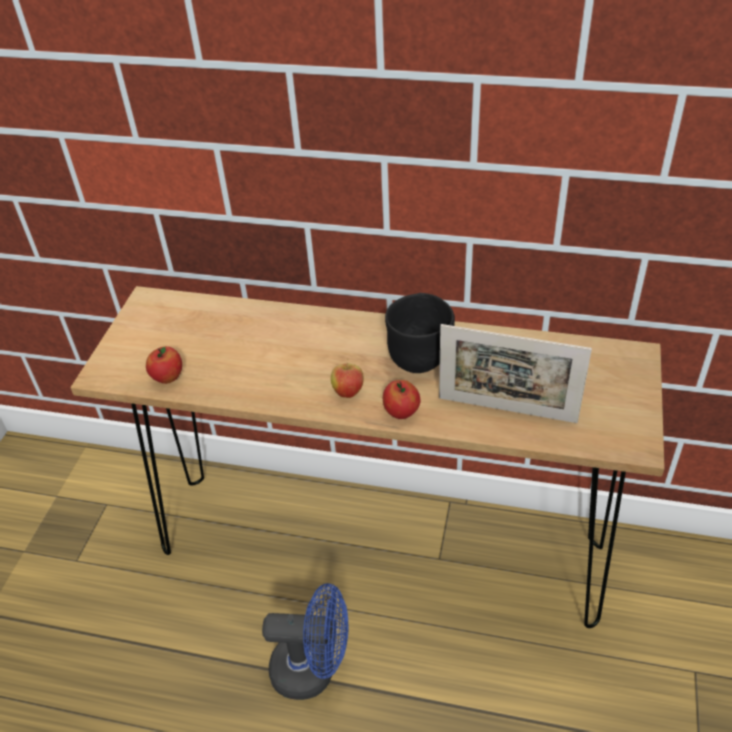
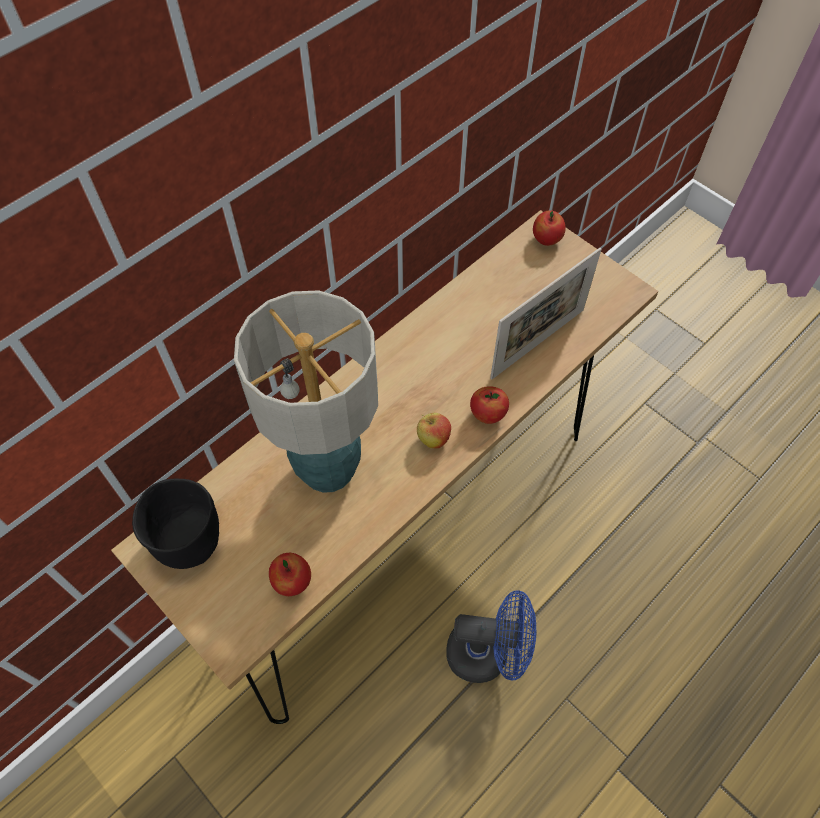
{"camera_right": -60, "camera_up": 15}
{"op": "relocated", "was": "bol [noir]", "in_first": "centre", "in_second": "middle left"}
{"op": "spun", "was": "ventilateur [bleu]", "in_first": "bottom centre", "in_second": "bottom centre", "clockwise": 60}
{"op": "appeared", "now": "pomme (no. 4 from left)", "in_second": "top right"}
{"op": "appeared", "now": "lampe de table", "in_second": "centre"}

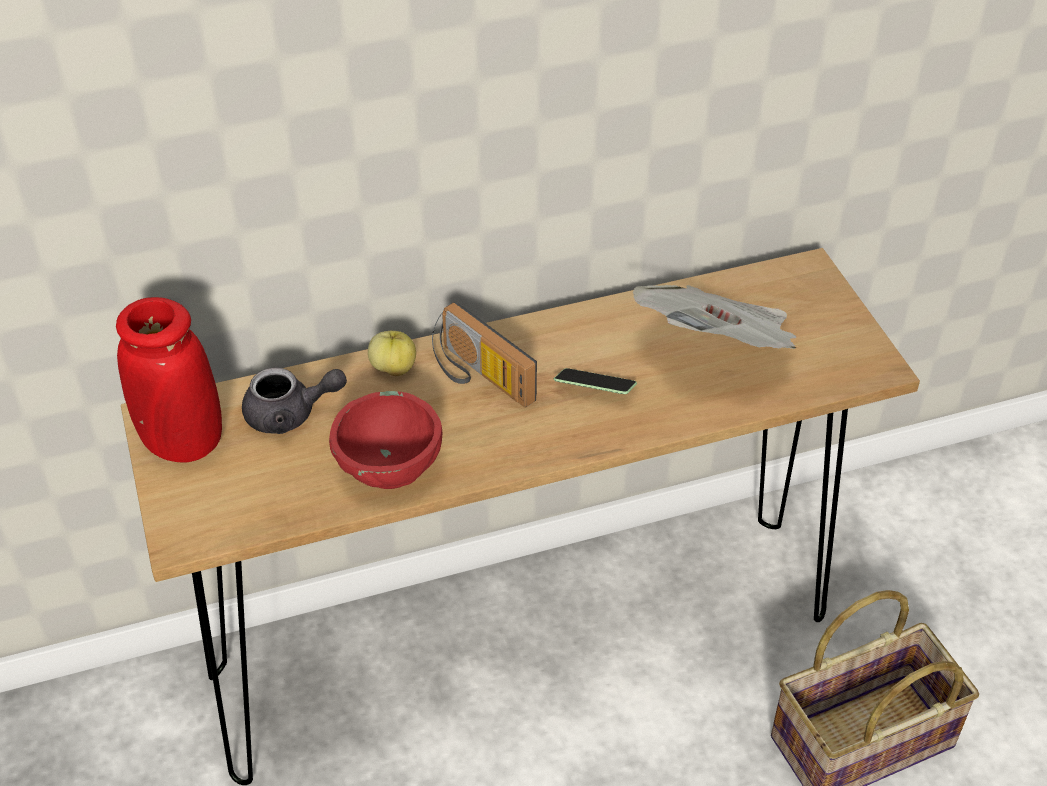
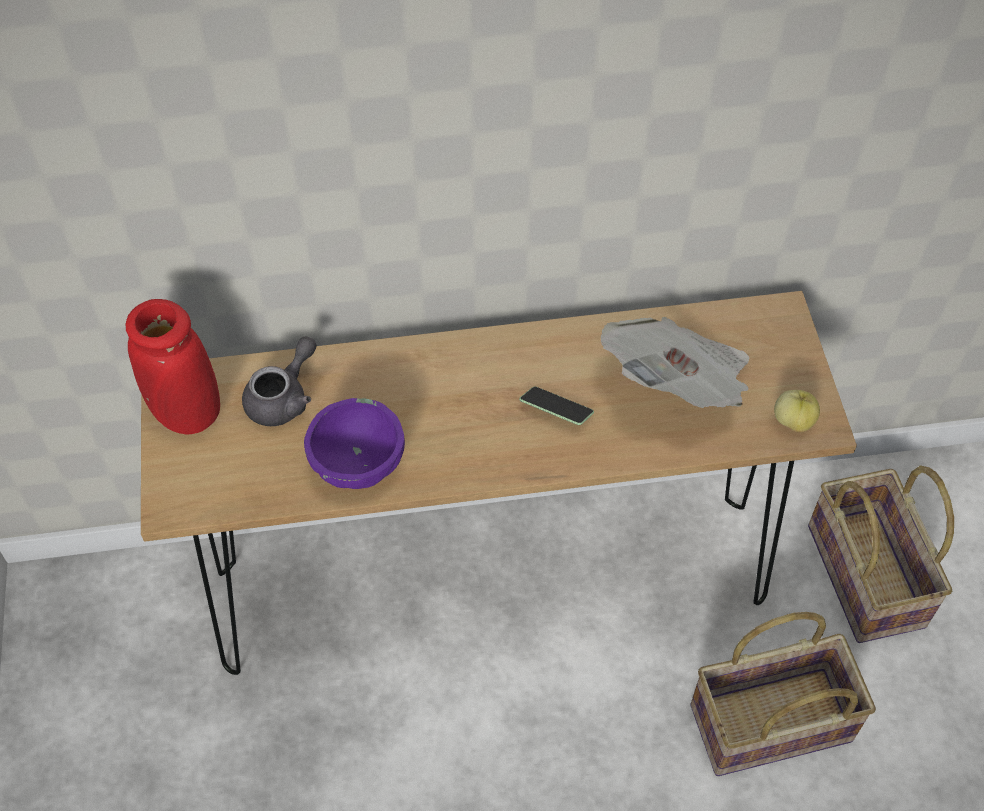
{"camera_right": 10, "camera_up": 10}
{"op": "missing", "was": "radio", "in_first": "centre"}
{"op": "relocated", "was": "pomme", "in_first": "centre", "in_second": "middle right"}
{"op": "spun", "was": "théière [gris]", "in_first": "middle left", "in_second": "middle left", "clockwise": -60}
{"op": "colour", "was": "bol [rouge]", "now": "bol [violet]", "in_first": "centre", "in_second": "centre"}
{"op": "appeared", "now": "panier (no. 2 from left)", "in_second": "bottom right"}

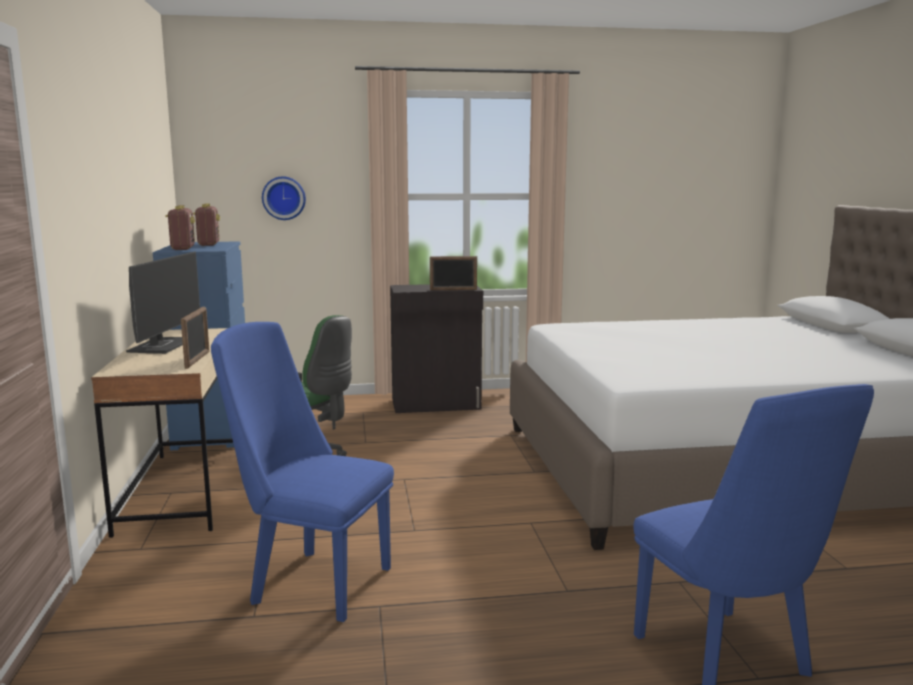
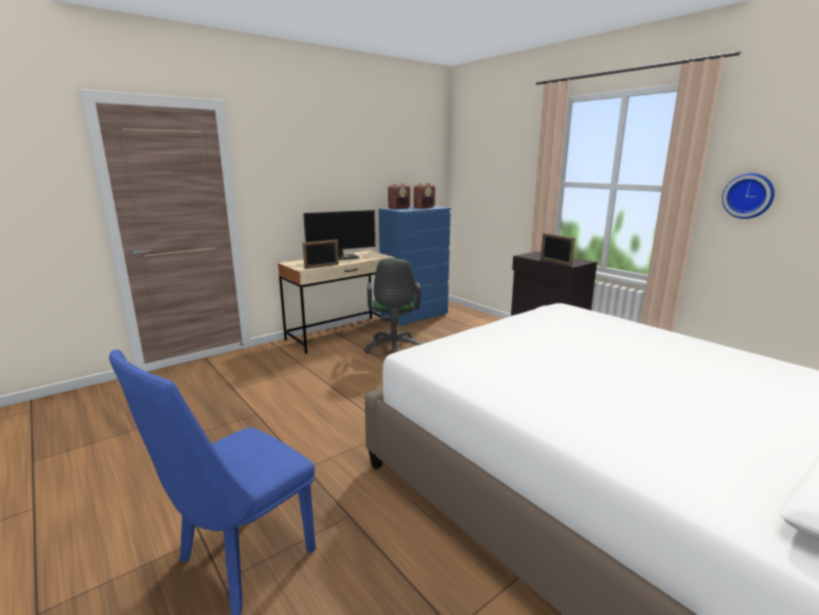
{"camera_right": 60, "camera_up": 5}
{"op": "relocated", "was": "horloge murale", "in_first": "top left", "in_second": "top right"}
{"op": "missing", "was": "chaise [bleu] (no. 1 from left)", "in_first": "bottom left"}

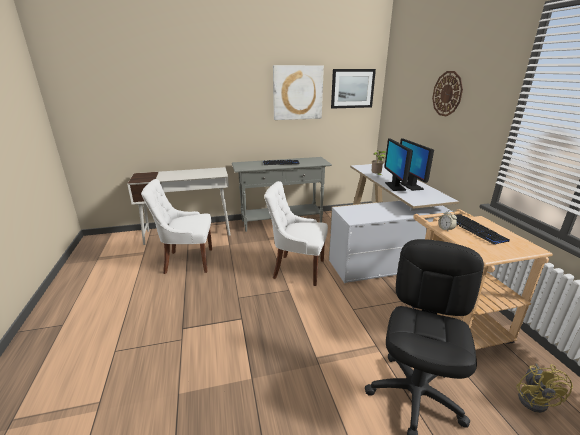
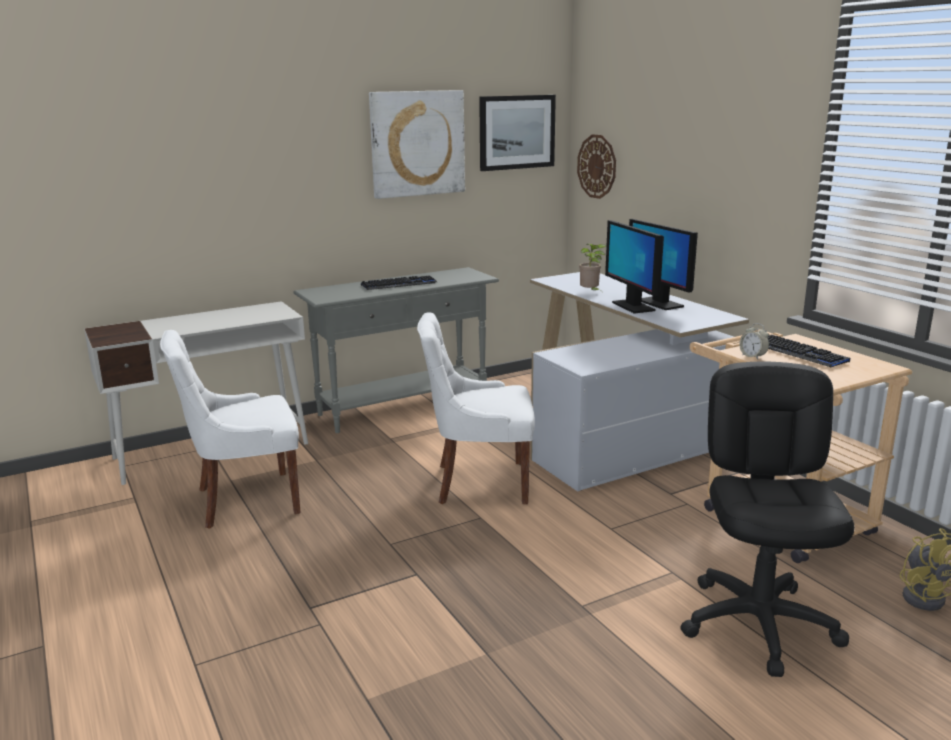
{"camera_right": -15, "camera_up": -5}
{"op": "relocated", "was": "horloge murale", "in_first": "top right", "in_second": "top centre"}

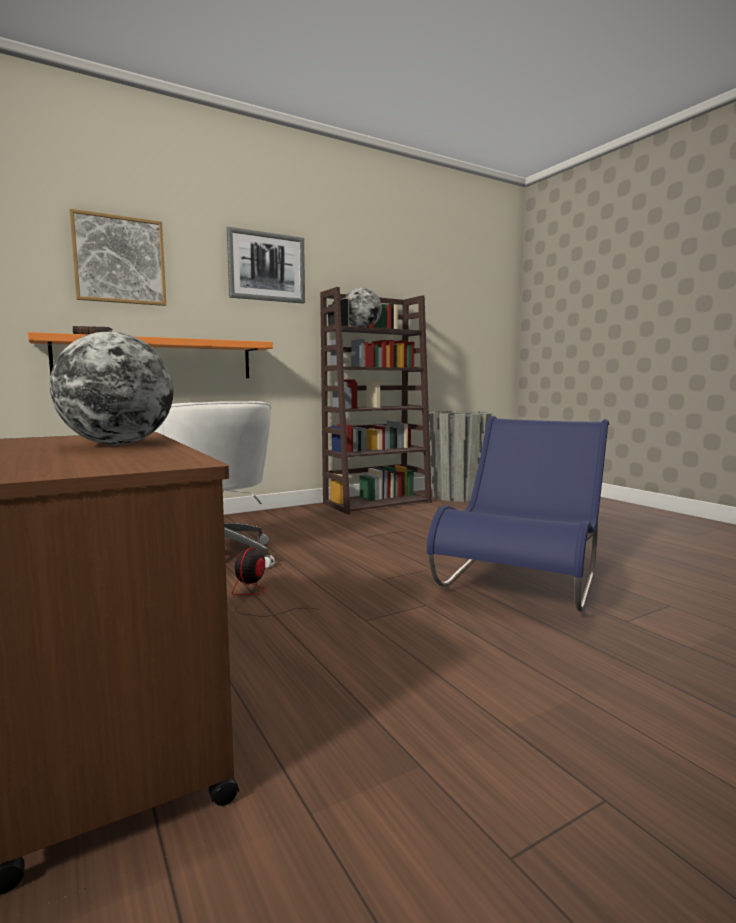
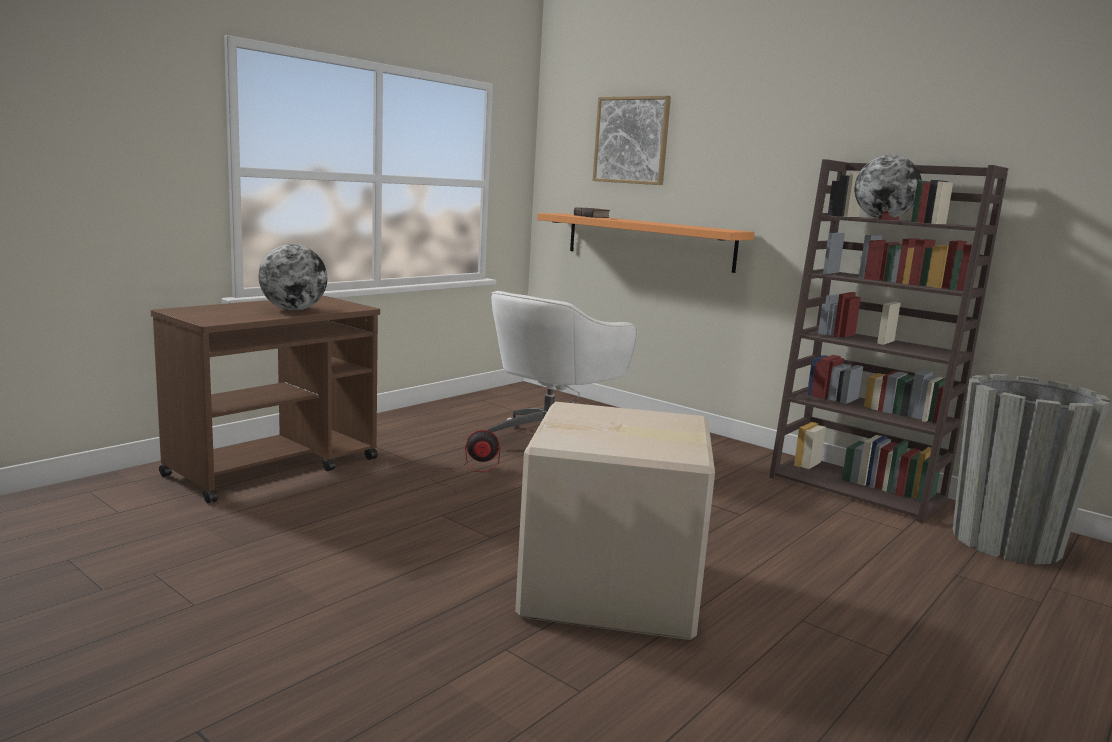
{"camera_right": 70, "camera_up": 5}
{"op": "missing", "was": "tableau (no. 2 from left)", "in_first": "top centre"}
{"op": "exchanged", "was": "chaise [bleu]", "now": "carton", "in_first": "middle right", "in_second": "bottom centre"}

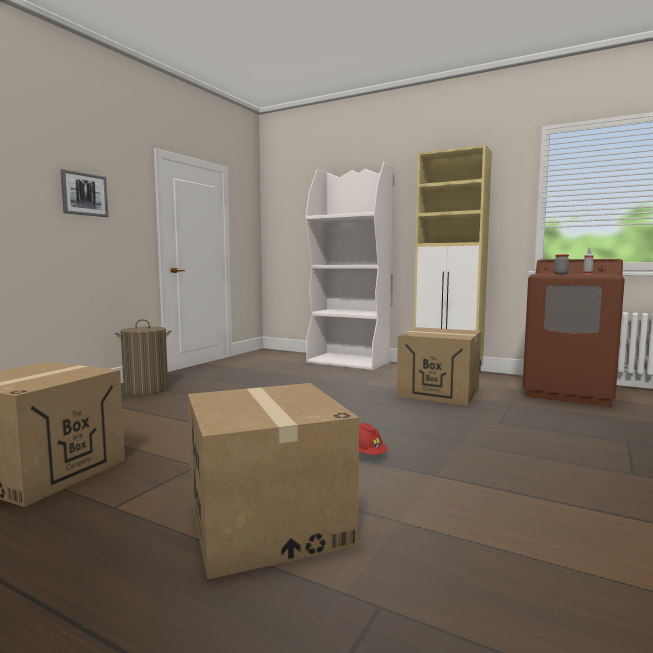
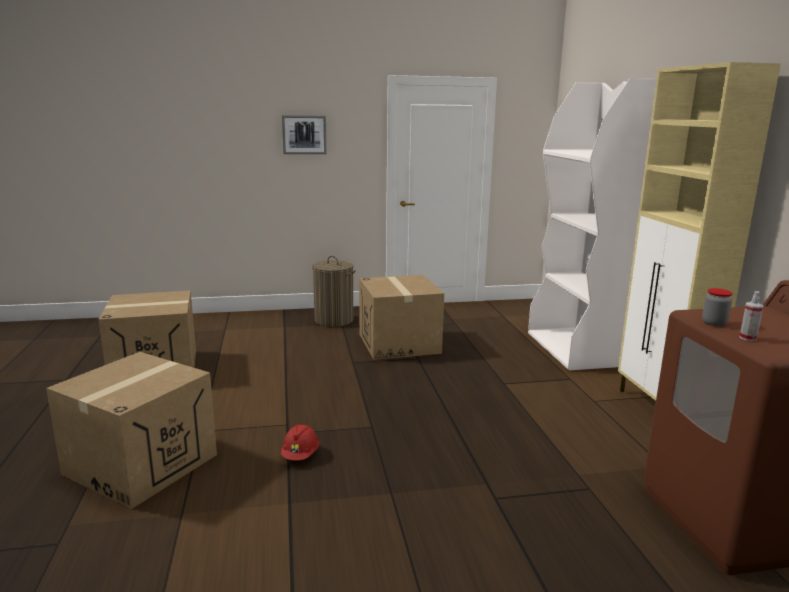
{"camera_right": 50, "camera_up": 10}
{"op": "relocated", "was": "carton (no. 3 from left)", "in_first": "middle right", "in_second": "centre"}

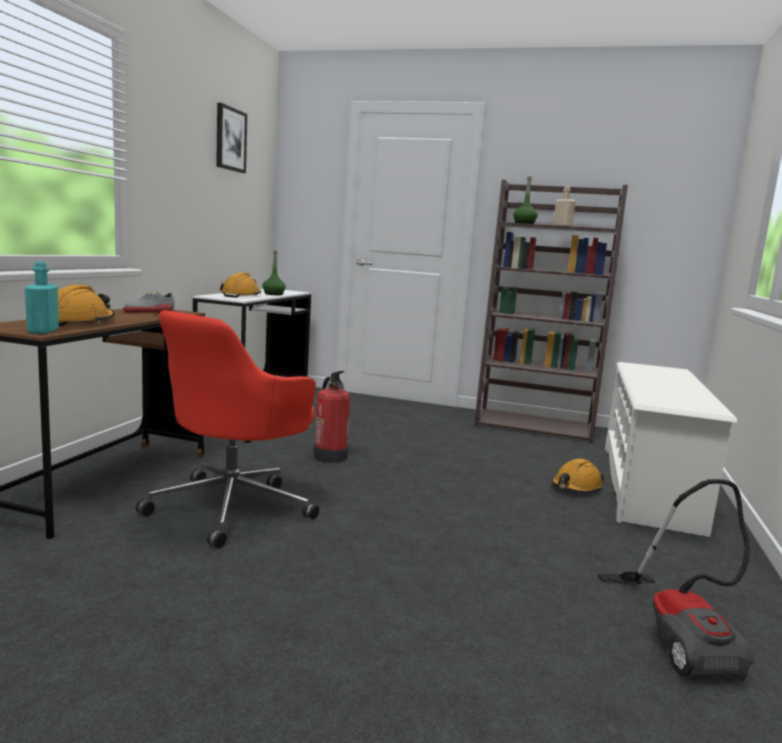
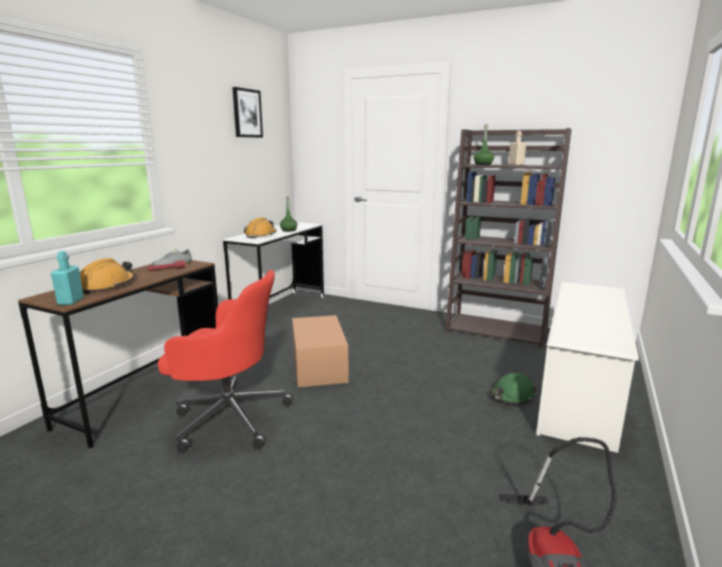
{"camera_right": 10, "camera_up": 5}
{"op": "spun", "was": "chaise de bureau [rouge]", "in_first": "middle left", "in_second": "middle left", "clockwise": -120}
{"op": "exchanged", "was": "extincteur", "now": "carton", "in_first": "centre", "in_second": "centre"}
{"op": "colour", "was": "casque de chantier [orange] (no. 3 from left)", "now": "casque de chantier [vert]", "in_first": "middle right", "in_second": "bottom right"}

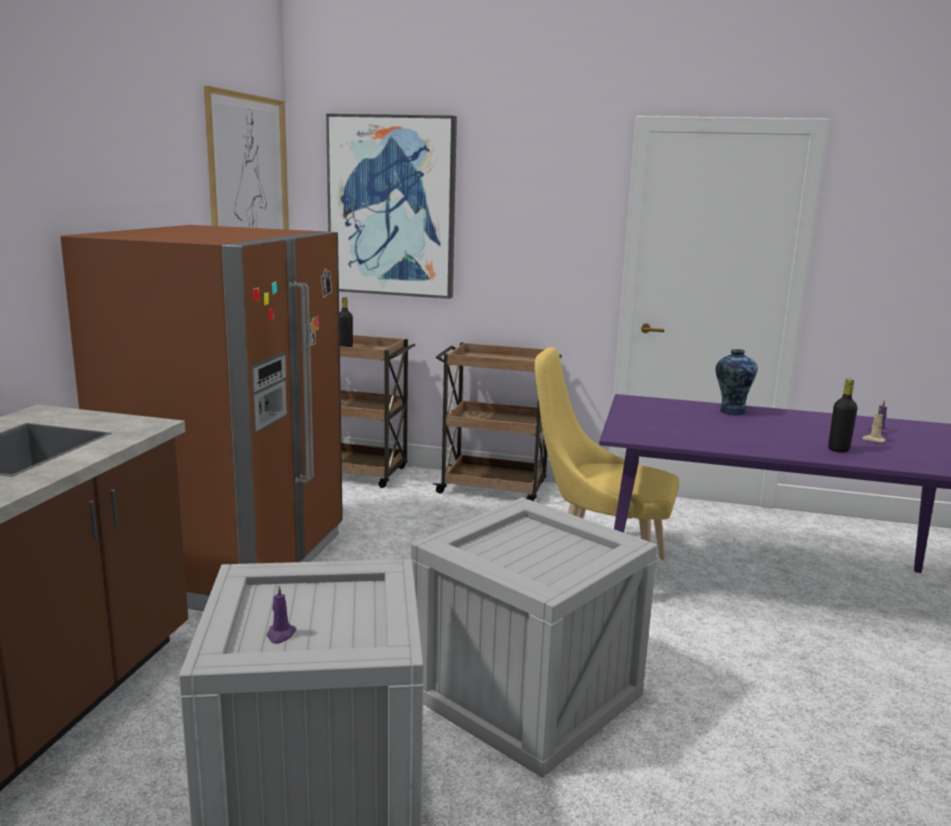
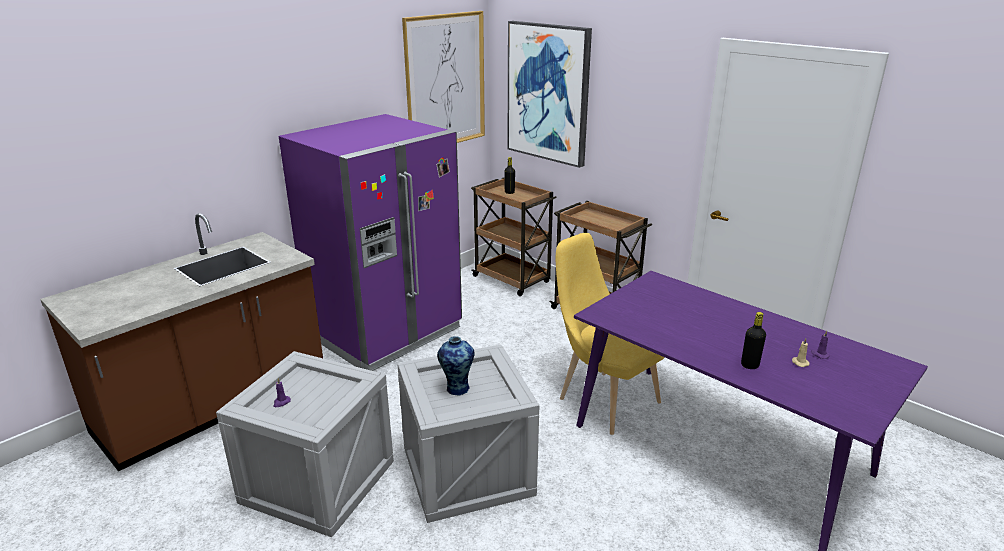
{"camera_right": 30, "camera_up": 10}
{"op": "colour", "was": "réfrigérateur [marron]", "now": "réfrigérateur [violet]", "in_first": "middle left", "in_second": "centre"}
{"op": "relocated", "was": "vase", "in_first": "middle right", "in_second": "centre"}

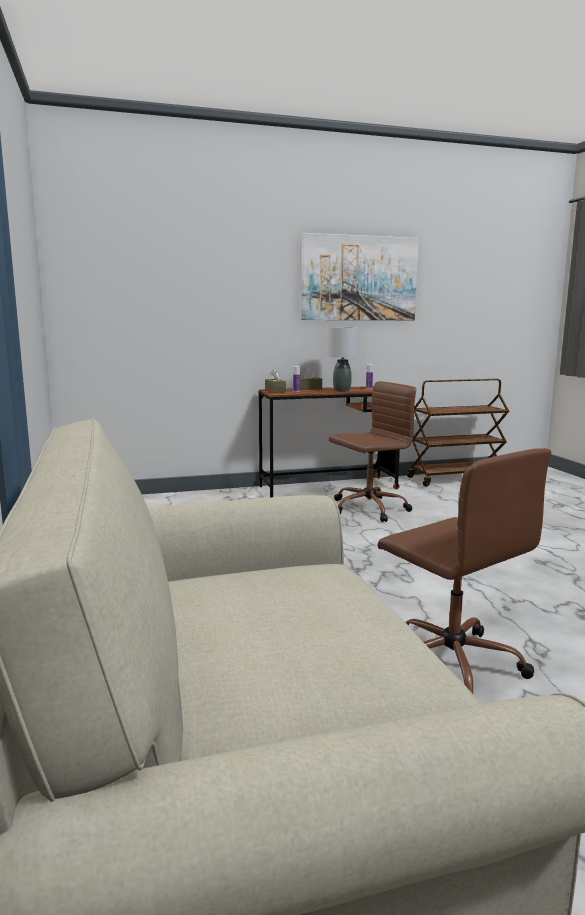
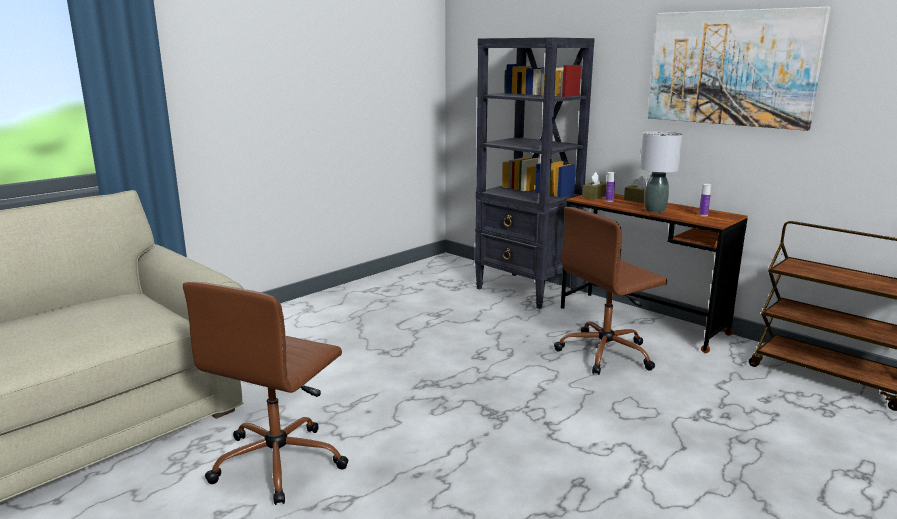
{"camera_right": 60, "camera_up": 5}
{"op": "spun", "was": "chaise de bureau [marron] (no. 1 from left in the first image)", "in_first": "centre", "in_second": "middle right", "clockwise": 120}
{"op": "appeared", "now": "bibliothèque [noir]", "in_second": "centre"}

